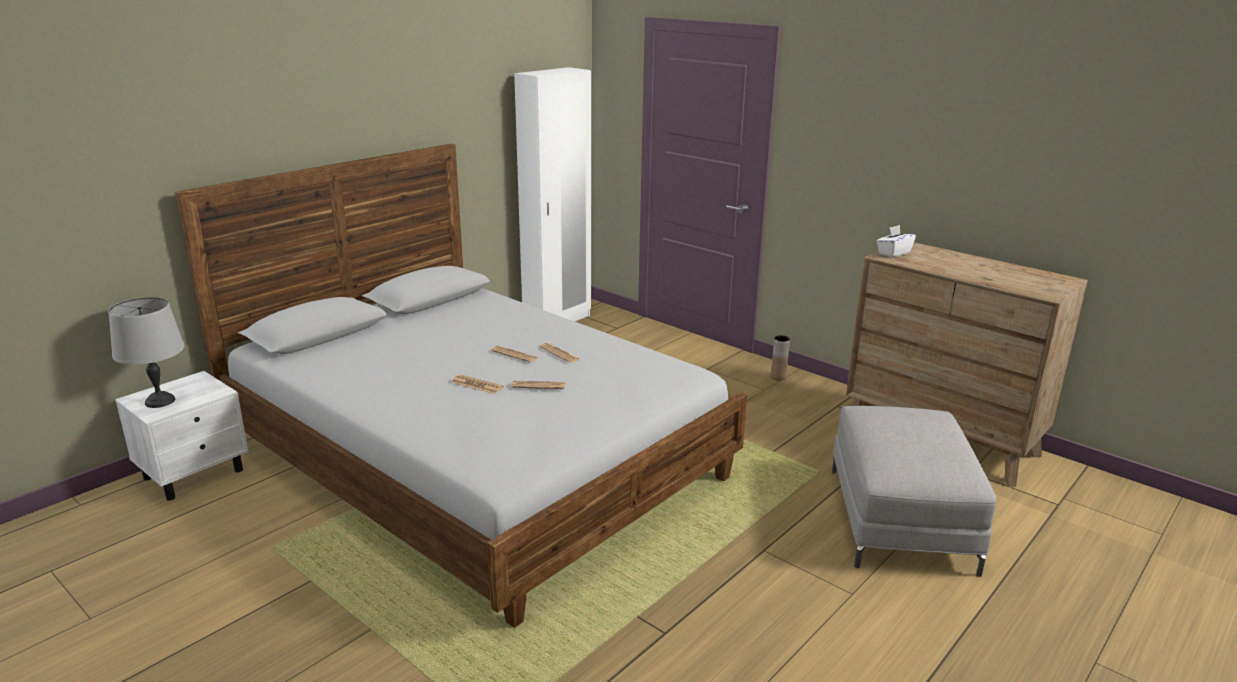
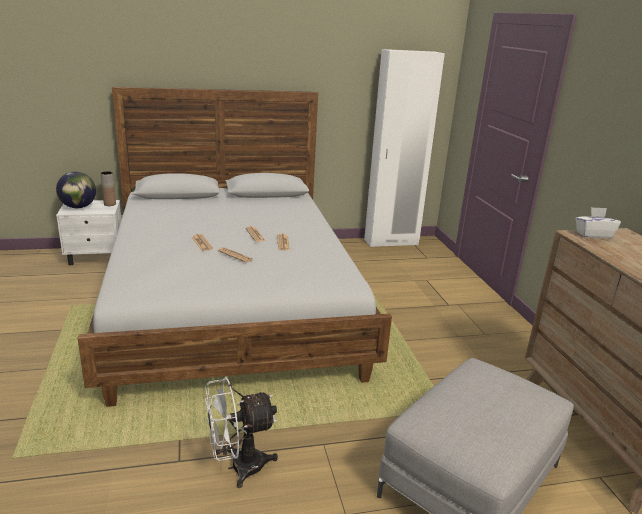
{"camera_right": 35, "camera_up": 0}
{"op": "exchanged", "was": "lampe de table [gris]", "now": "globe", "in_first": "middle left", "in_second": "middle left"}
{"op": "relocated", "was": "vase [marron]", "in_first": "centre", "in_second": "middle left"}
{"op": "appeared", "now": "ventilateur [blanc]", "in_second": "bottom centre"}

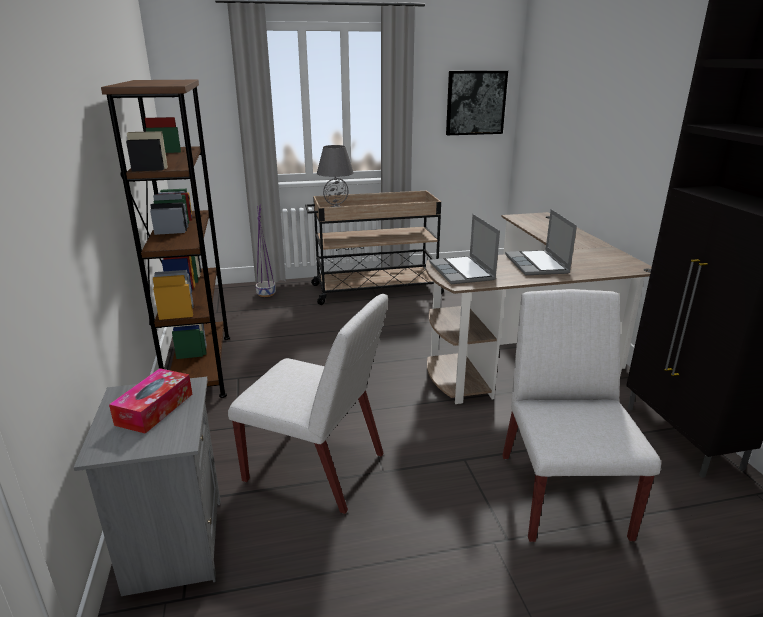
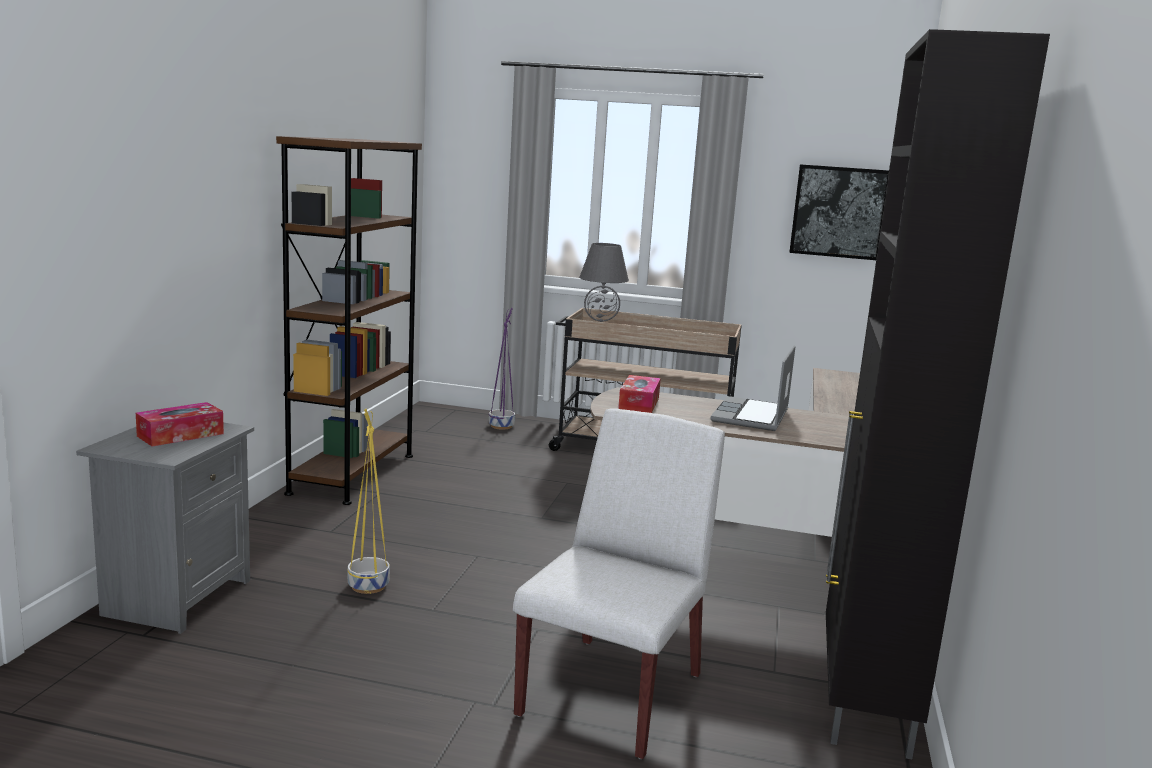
{"camera_right": 25, "camera_up": -10}
{"op": "exchanged", "was": "ordinateur portable (no. 1 from left)", "now": "boîte à mouchoirs (no. 2 from left)", "in_first": "centre", "in_second": "centre"}
{"op": "exchanged", "was": "chaise [blanc] (no. 1 from left)", "now": "cache-pot [jaune]", "in_first": "centre", "in_second": "middle left"}

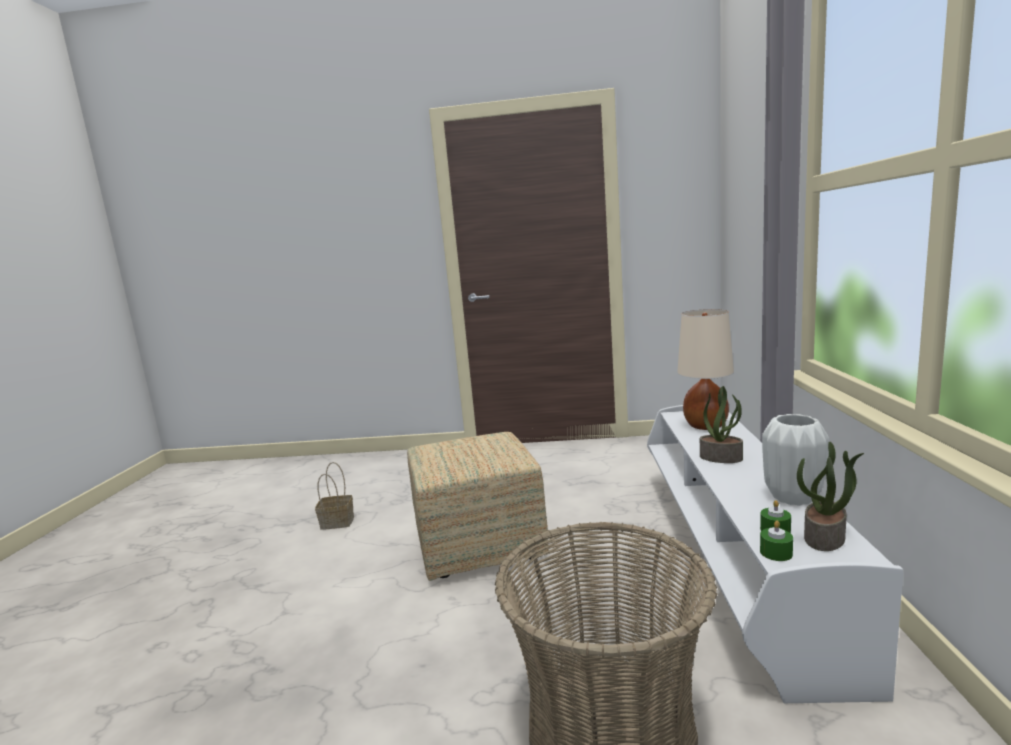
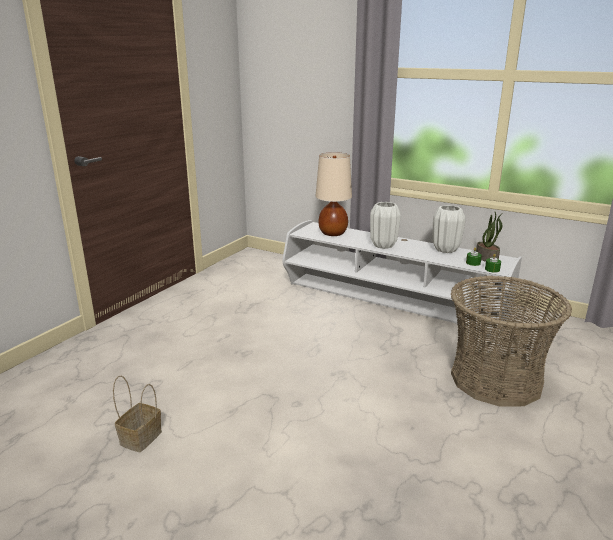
{"camera_right": -65, "camera_up": 10}
{"op": "exchanged", "was": "plante en pot (no. 1 from left)", "now": "vase [blanc] (no. 1 from left)", "in_first": "middle right", "in_second": "centre"}
{"op": "missing", "was": "pouf", "in_first": "bottom centre"}

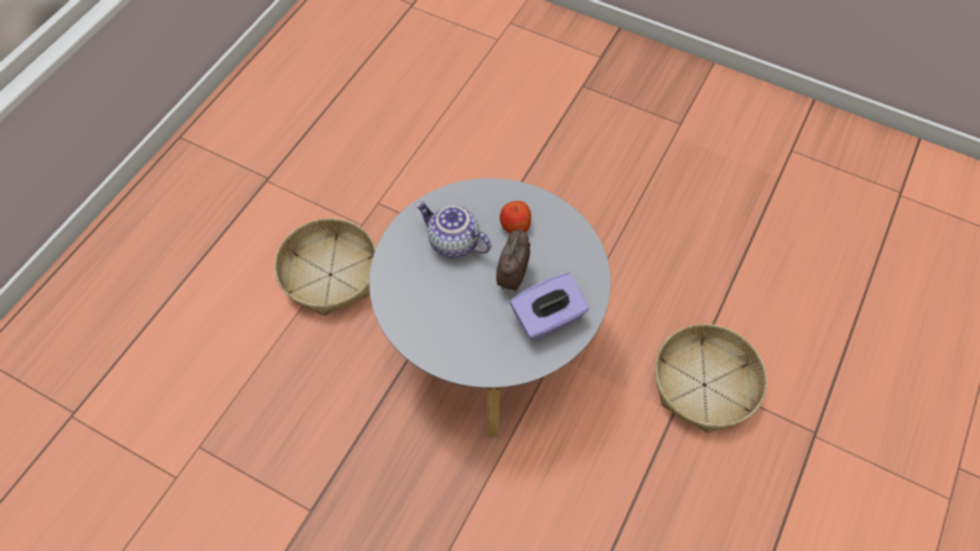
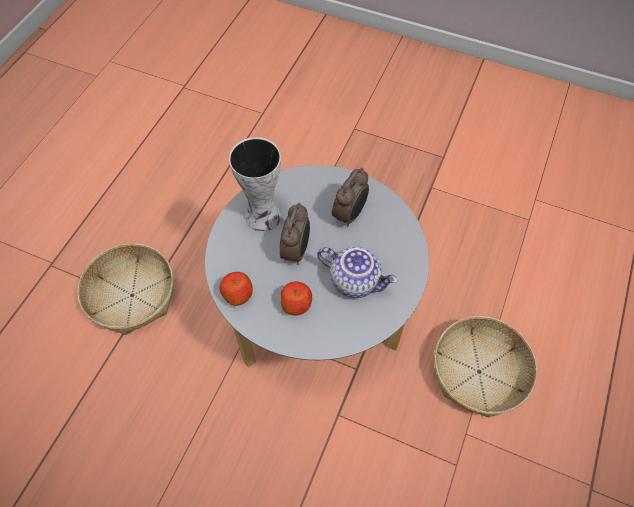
{"camera_right": 175, "camera_up": 0}
{"op": "exchanged", "was": "boîte à mouchoirs [violet]", "now": "vase", "in_first": "centre", "in_second": "centre"}
{"op": "appeared", "now": "réveil (no. 2 from left)", "in_second": "centre"}
{"op": "appeared", "now": "pomme (no. 1 from left)", "in_second": "centre"}

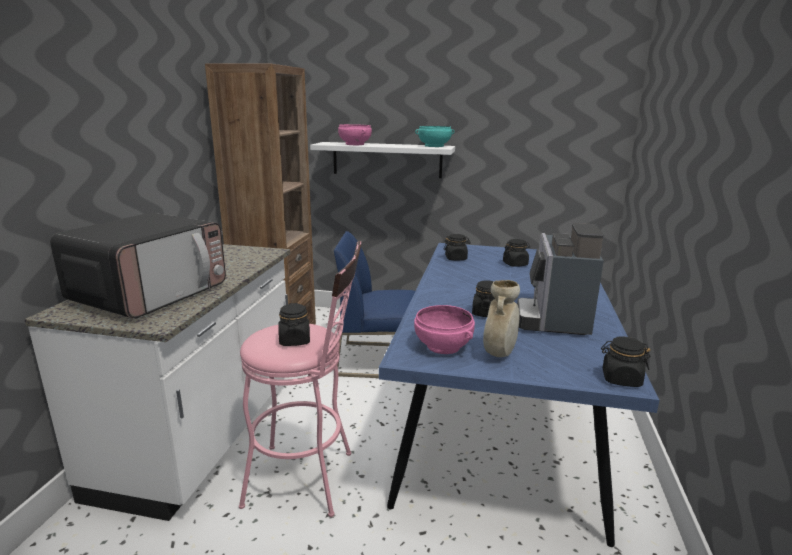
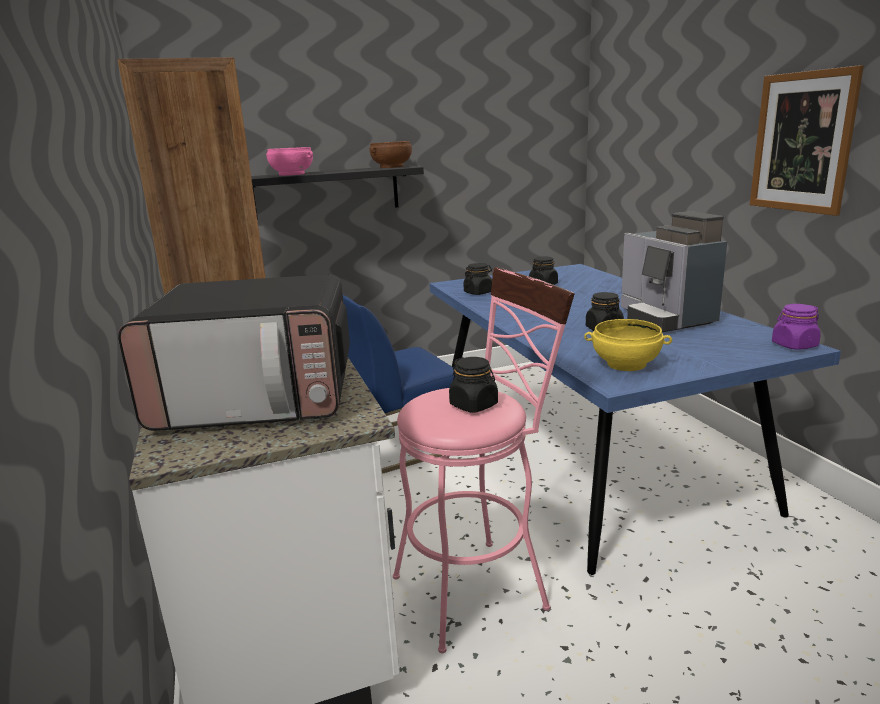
{"camera_right": -30, "camera_up": 0}
{"op": "colour", "was": "bol [turquoise]", "now": "bol [marron]", "in_first": "top centre", "in_second": "top centre"}
{"op": "colour", "was": "étagère [blanc]", "now": "étagère [noir]", "in_first": "top centre", "in_second": "top centre"}
{"op": "spun", "was": "micro-ondes", "in_first": "middle left", "in_second": "middle left", "clockwise": 90}
{"op": "missing", "was": "vase [beige]", "in_first": "centre"}
{"op": "colour", "was": "bol [rose] (no. 2 from left)", "now": "bol [jaune]", "in_first": "centre", "in_second": "middle right"}
{"op": "colour", "was": "bocal [noir] (no. 5 from left)", "now": "bocal [violet]", "in_first": "middle right", "in_second": "middle right"}
{"op": "appeared", "now": "tableau", "in_second": "top right"}

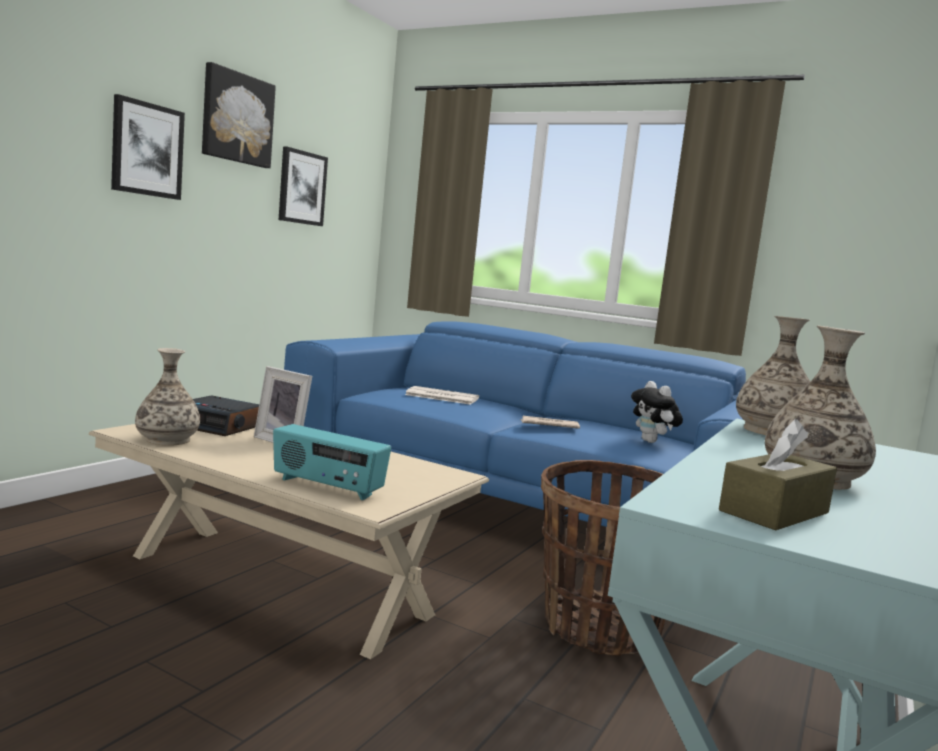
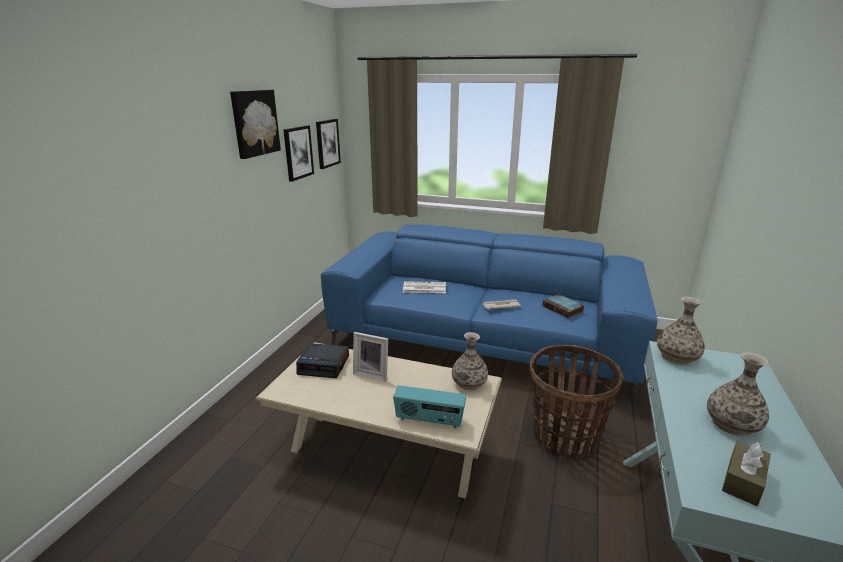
{"camera_right": -10, "camera_up": 15}
{"op": "relocated", "was": "tableau (no. 1 from left in the first image)", "now": "tableau (no. 3 from left)", "in_first": "top left", "in_second": "top centre"}
{"op": "relocated", "was": "vase (no. 1 from left)", "in_first": "middle left", "in_second": "centre"}
{"op": "exchanged", "was": "peluche", "now": "livre", "in_first": "middle right", "in_second": "middle right"}

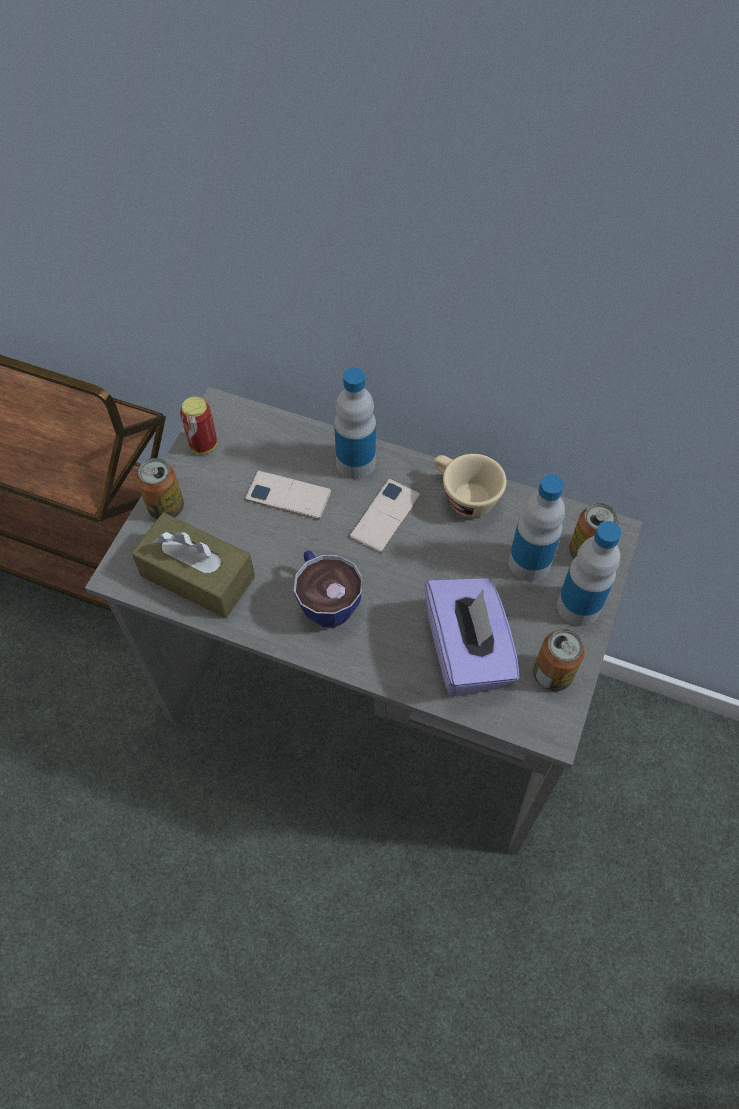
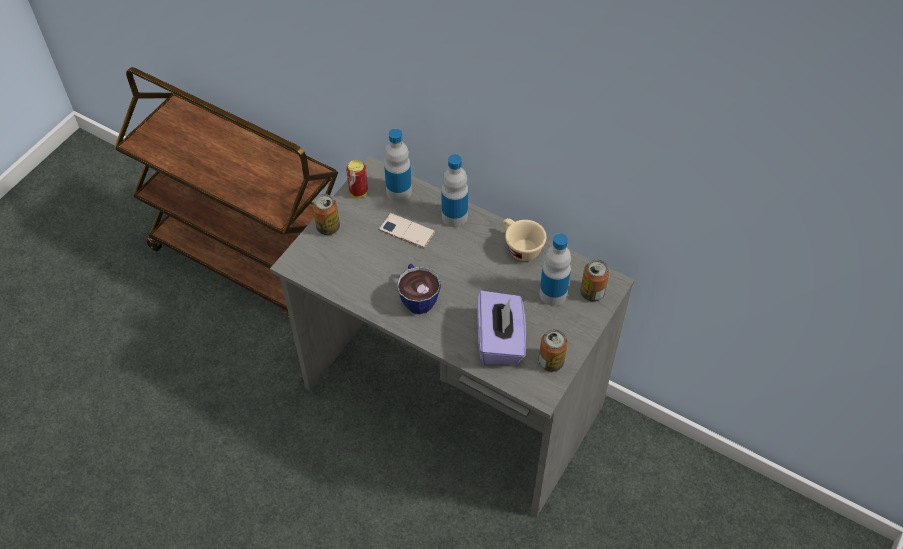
{"camera_right": 10, "camera_up": -5}
{"op": "missing", "was": "téléphone (no. 2 from left)", "in_first": "centre"}
{"op": "missing", "was": "boîte à mouchoirs [marron]", "in_first": "middle left"}
{"op": "relocated", "was": "bouteille (no. 3 from left in the first image)", "now": "bouteille (no. 1 from left)", "in_first": "middle right", "in_second": "top centre"}

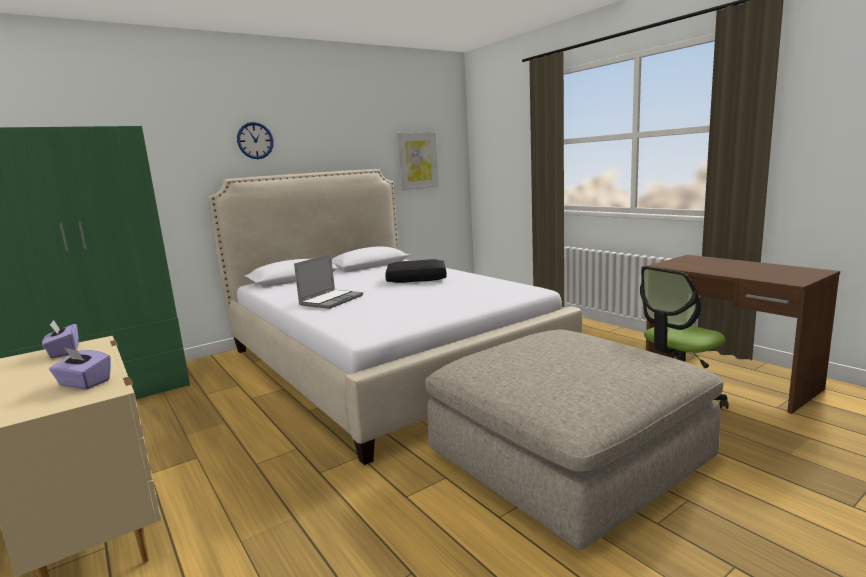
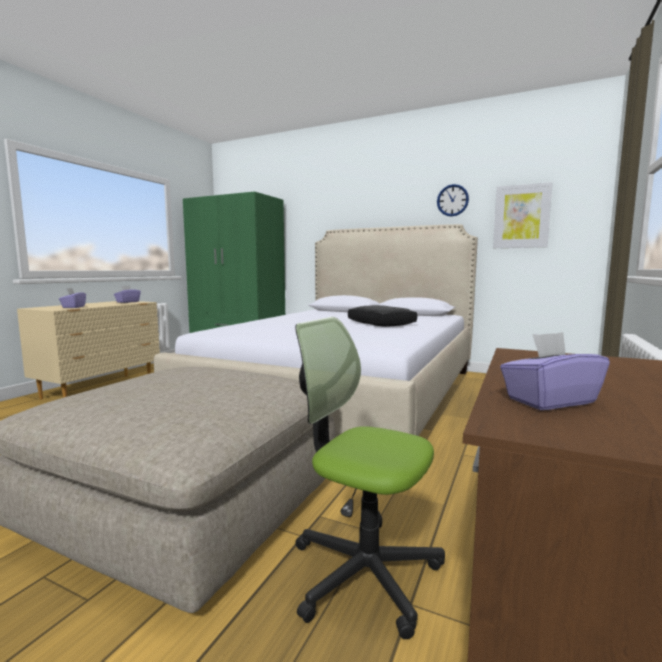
{"camera_right": 60, "camera_up": -5}
{"op": "relocated", "was": "horloge murale", "in_first": "top left", "in_second": "top right"}
{"op": "missing", "was": "ordinateur portable", "in_first": "centre"}
{"op": "appeared", "now": "boîte à mouchoirs [violet] (no. 3 from left)", "in_second": "middle right"}

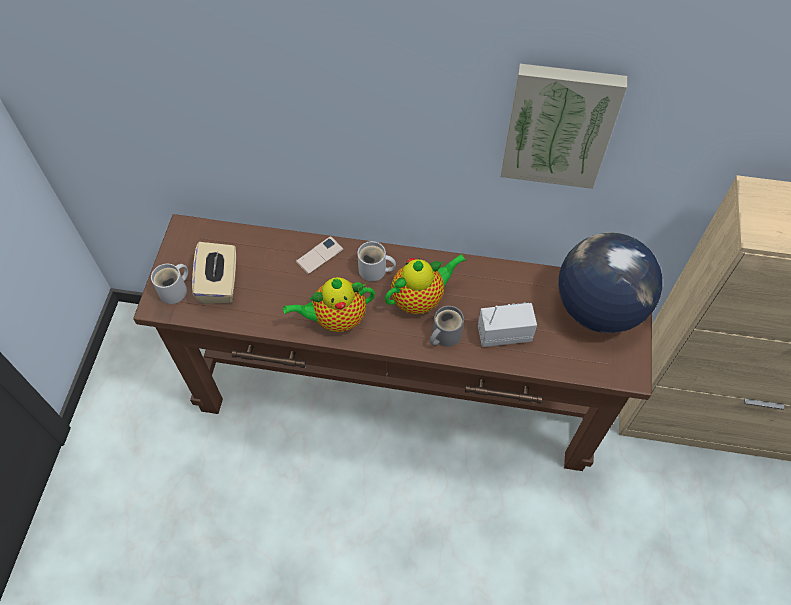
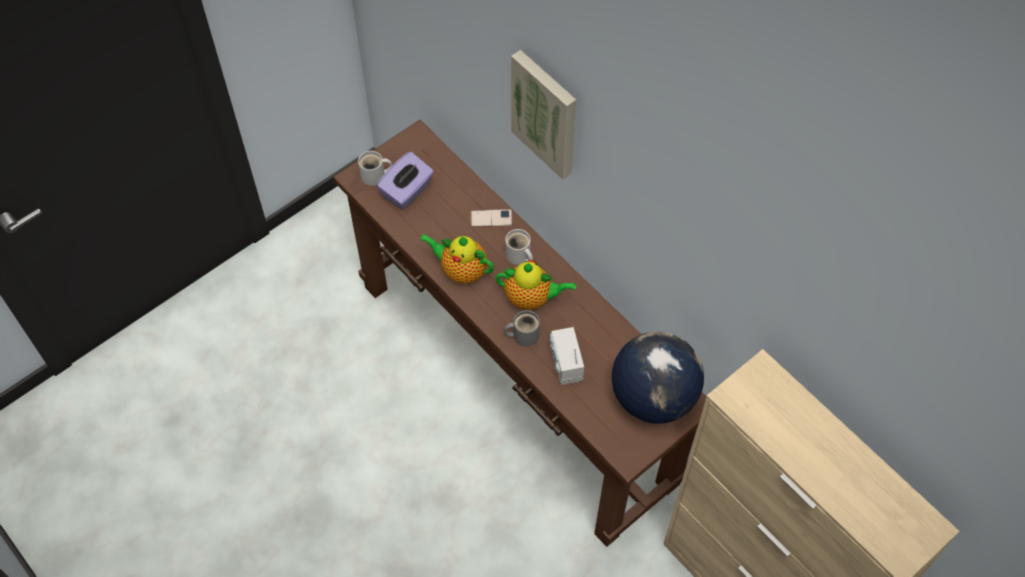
{"camera_right": 40, "camera_up": 0}
{"op": "relocated", "was": "tableau", "in_first": "top right", "in_second": "top centre"}
{"op": "colour", "was": "boîte à mouchoirs [beige]", "now": "boîte à mouchoirs [violet]", "in_first": "middle left", "in_second": "top centre"}
{"op": "spun", "was": "radio", "in_first": "centre", "in_second": "centre", "clockwise": -135}

